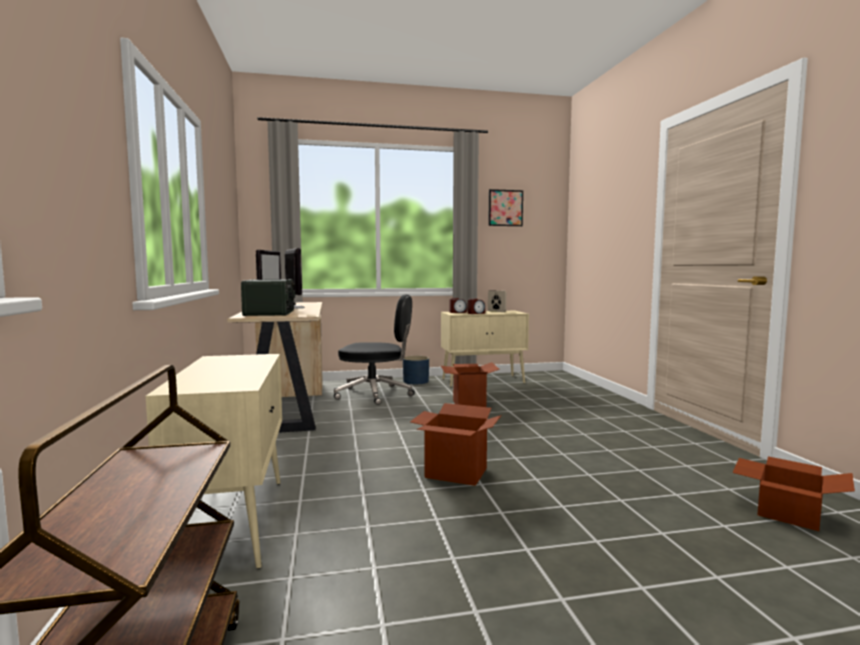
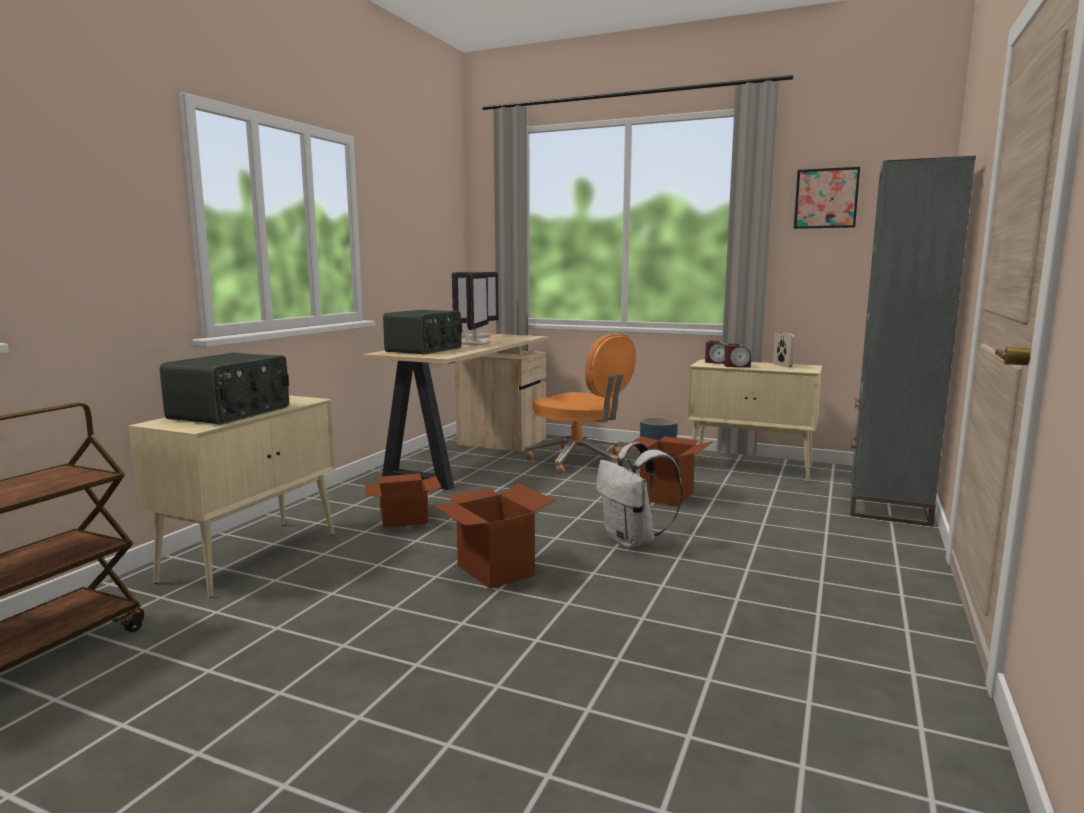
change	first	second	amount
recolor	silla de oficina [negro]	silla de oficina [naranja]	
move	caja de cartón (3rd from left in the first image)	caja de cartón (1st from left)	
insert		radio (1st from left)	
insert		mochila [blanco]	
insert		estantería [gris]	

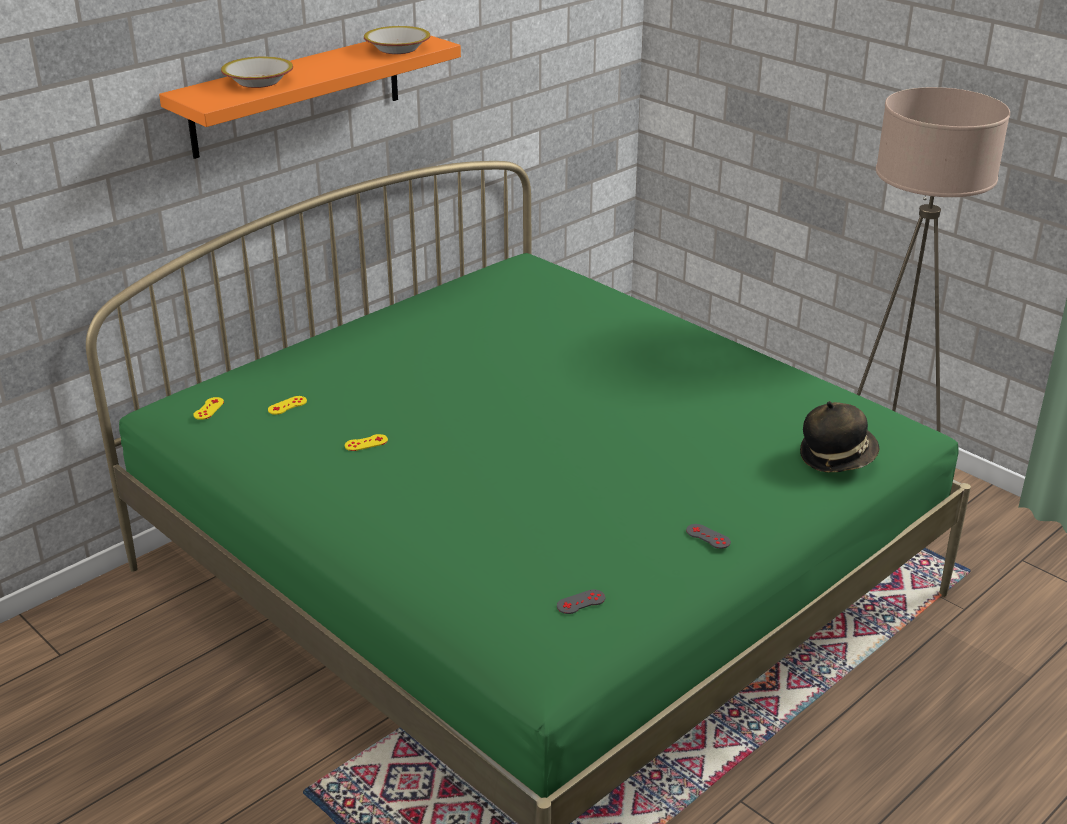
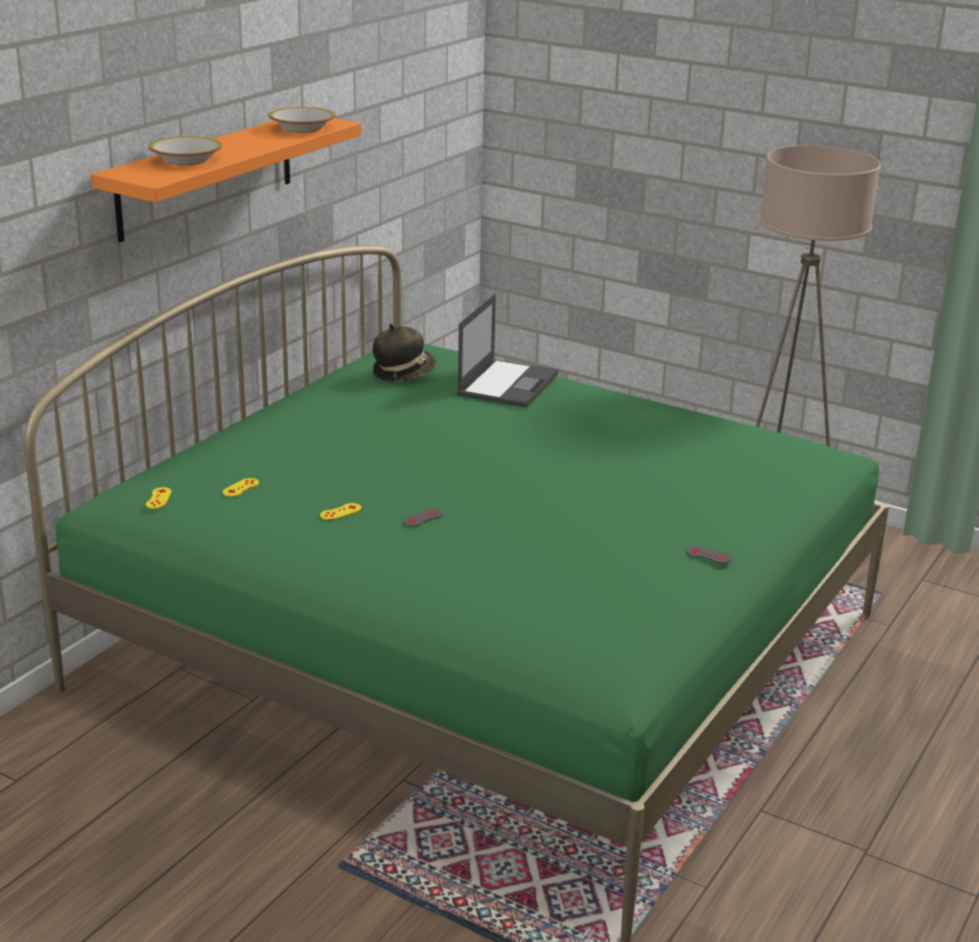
change	first	second	amount
move	mando de consola [gris] (1st from left)		
move	sombrero		
insert		portátil	

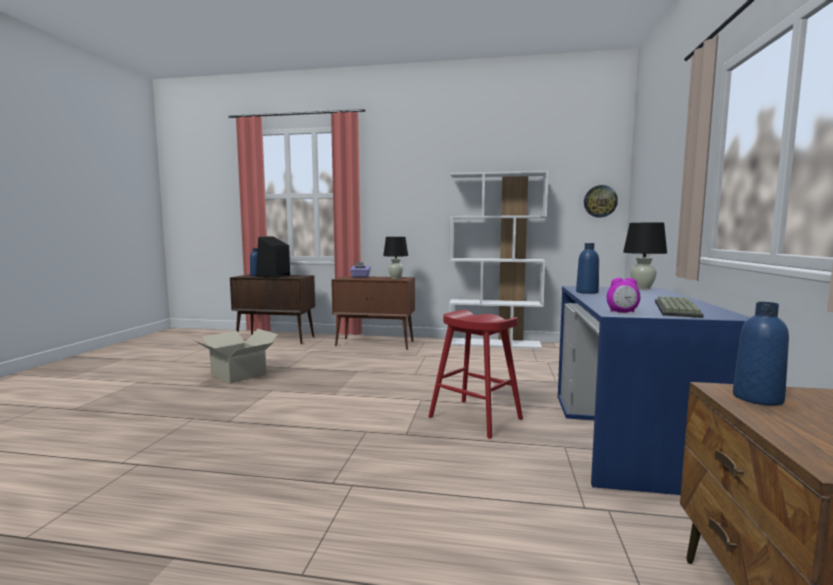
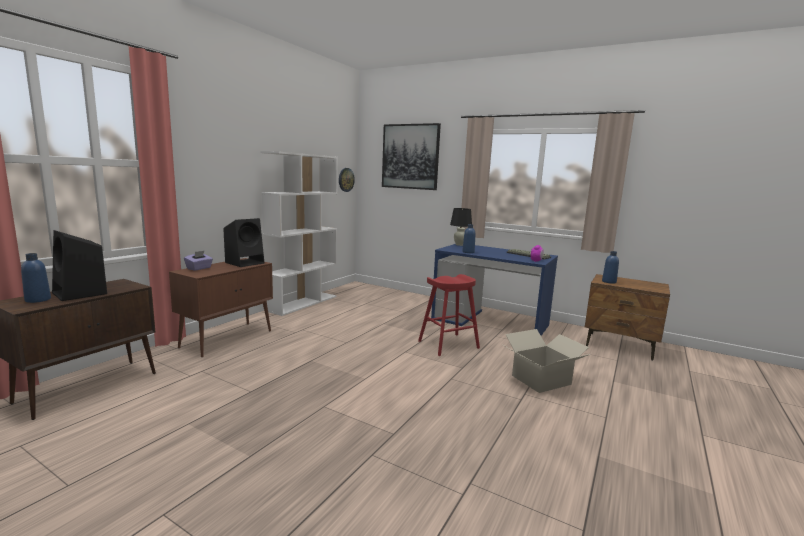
change	first	second	amount
move	caja de cartón		
replace	lámpara de mesa [negro] (1st from left)	altavoz [negro] (2nd from left)	
insert		cuadro	

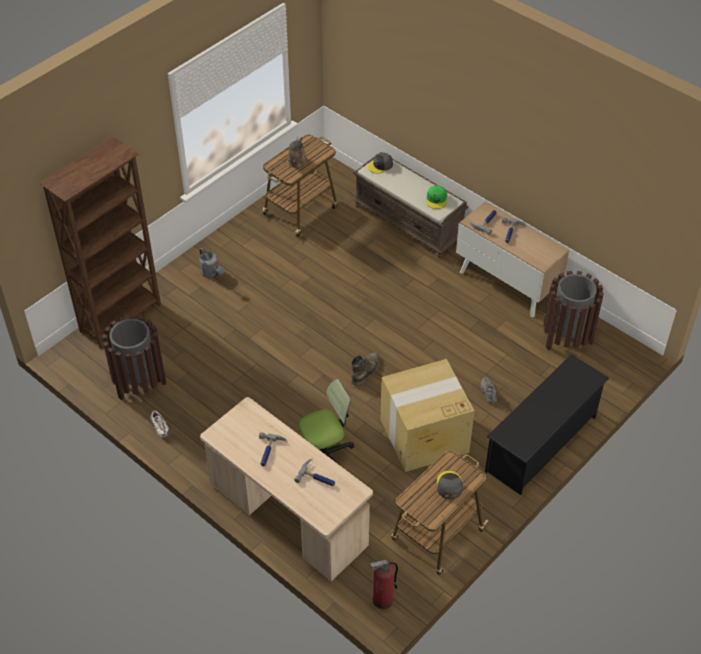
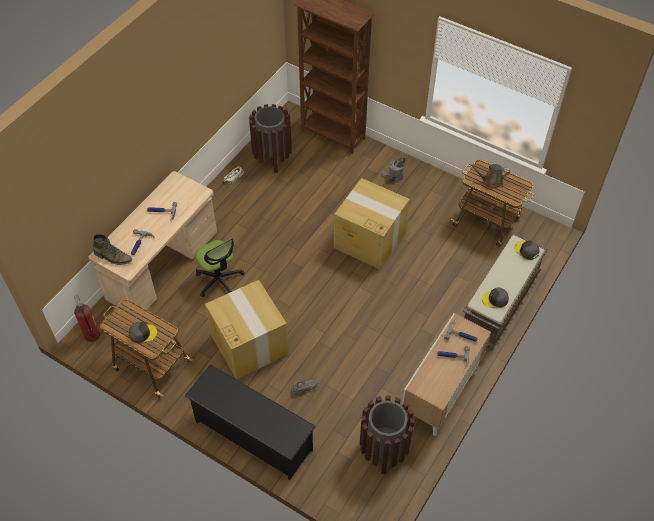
change	first	second	amount
move	bota [verde]		
recolor	gorra [verde]	gorra [gris] (2nd from left)	
insert		caja de cartón (2nd from left)	

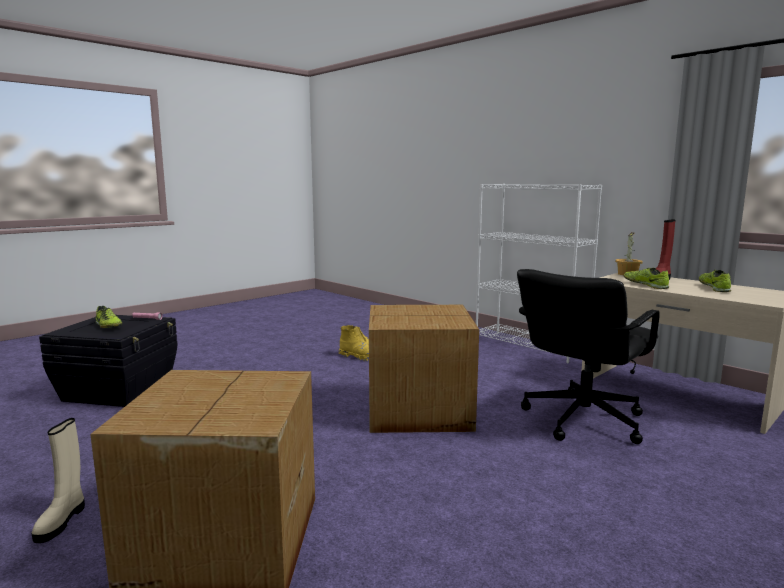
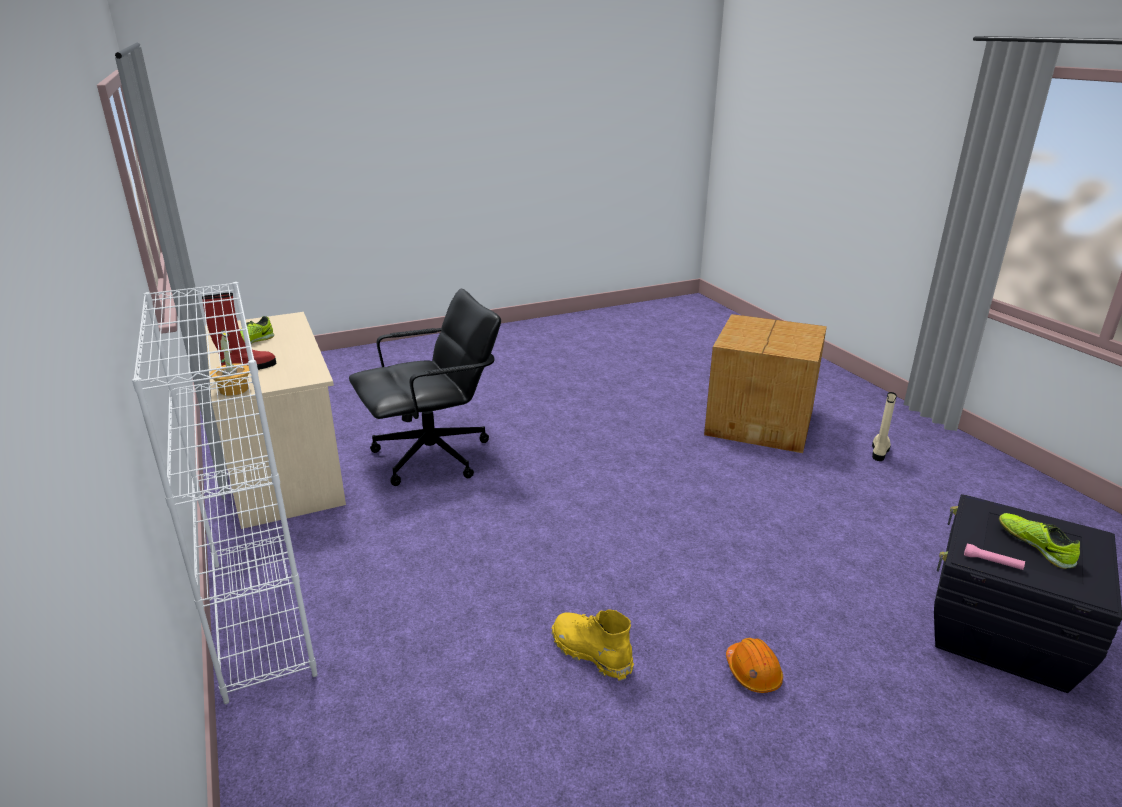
change	first	second	amount
delete	caja de cartón (2nd from left)		
delete	zapato (2nd from left)		
insert		casco [naranja]	

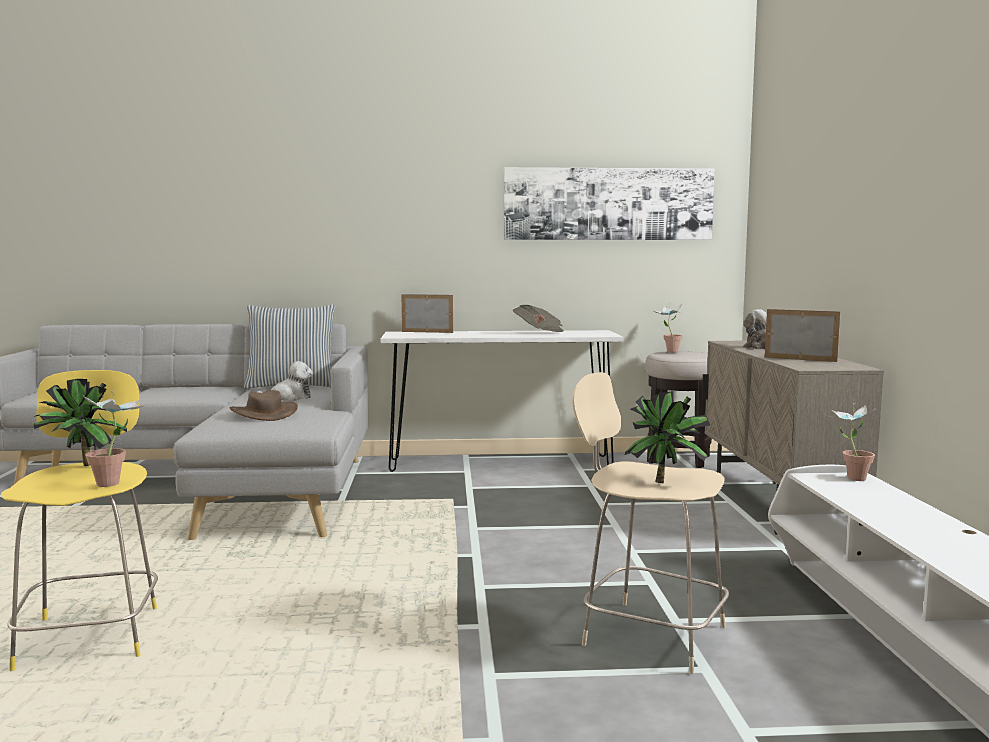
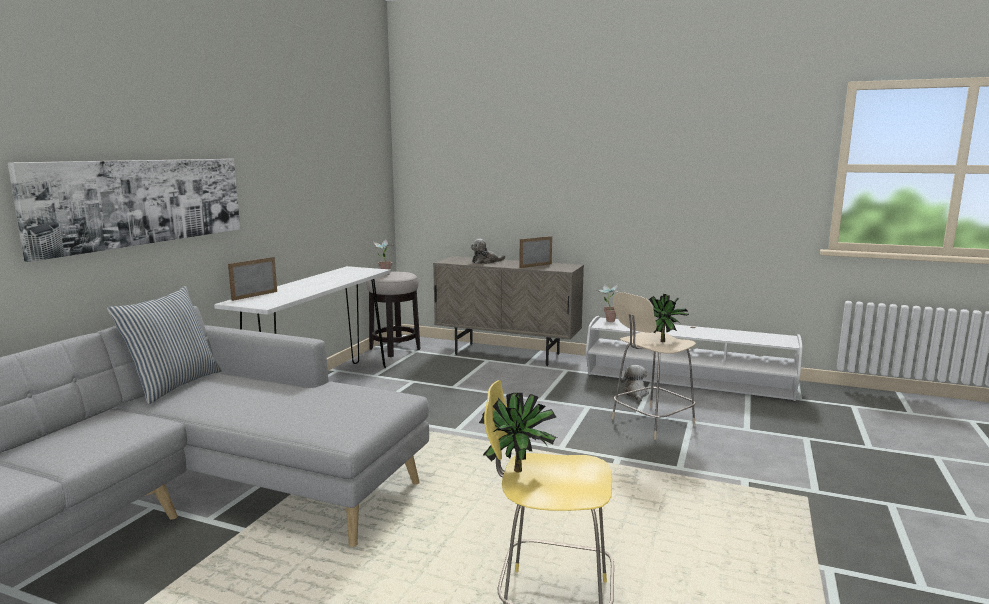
change	first	second	amount
delete	planta en maceta (2nd from left)		
delete	sombrero [marrón]		
move	peluche (1st from left in the first image)	peluche (2nd from left)	
move	cuadro		
delete	periódico		

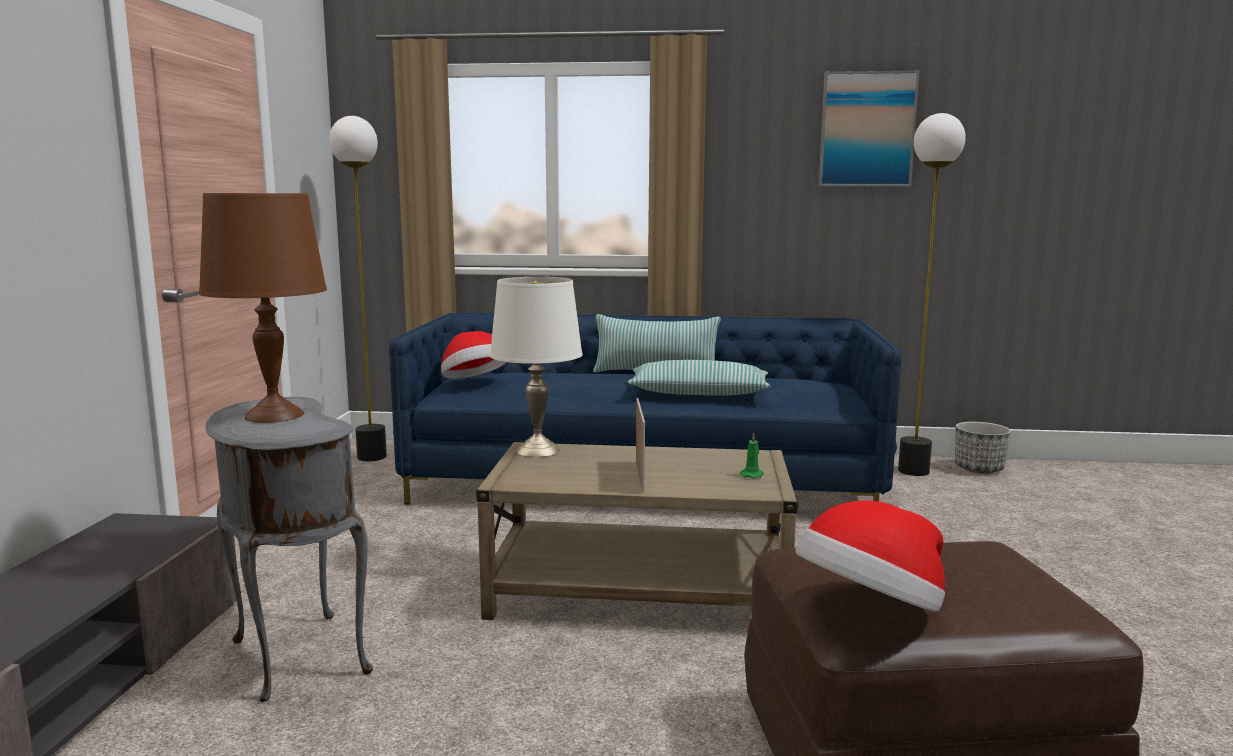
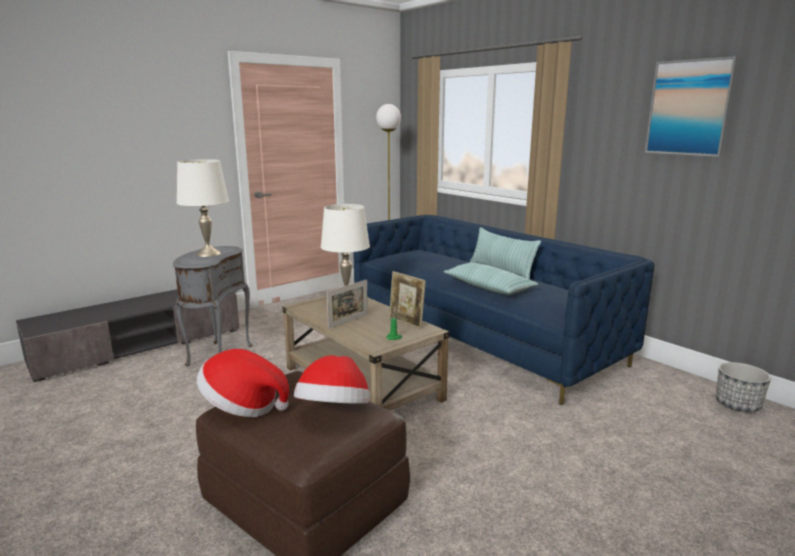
change	first	second	amount
recolor	lámpara de mesa [marrón]	lámpara de mesa [blanco] (1st from left)	
move	sombrero (1st from left in the first image)	sombrero (2nd from left)	
delete	lámpara de pie (2nd from left)		
insert		portarretratos (2nd from left)	

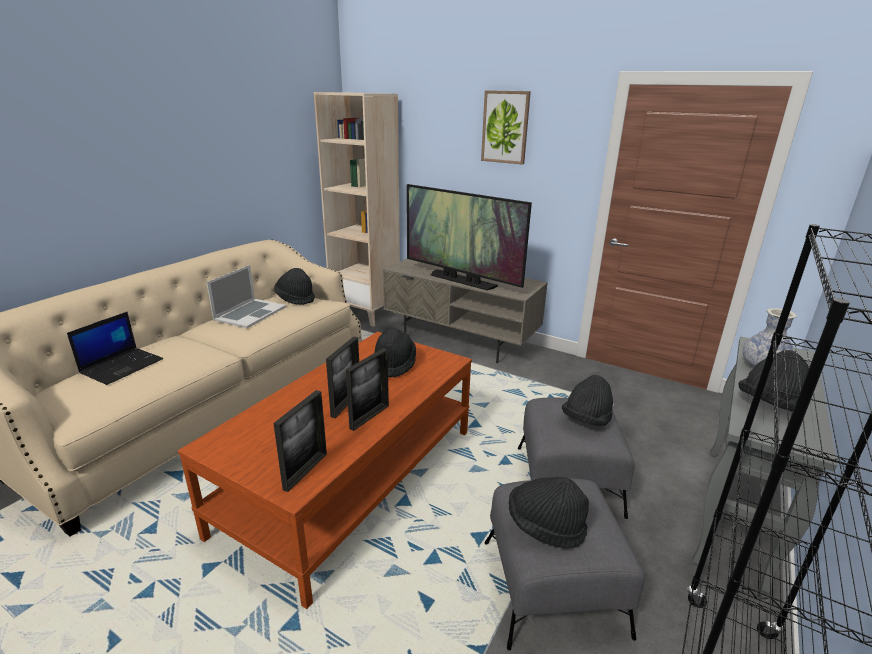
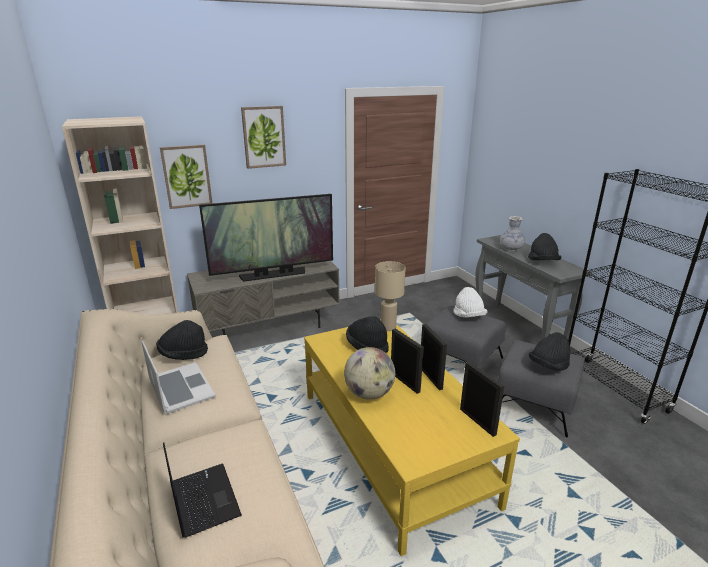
change	first	second	amount
recolor	mesa de centro [marrón]	mesa de centro [amarillo]	
recolor	sombrero [negro] (4th from left)	sombrero [blanco]	
insert		cuadro (1st from left)	
insert		globo terráqueo	
insert		lámpara de mesa [beis]	

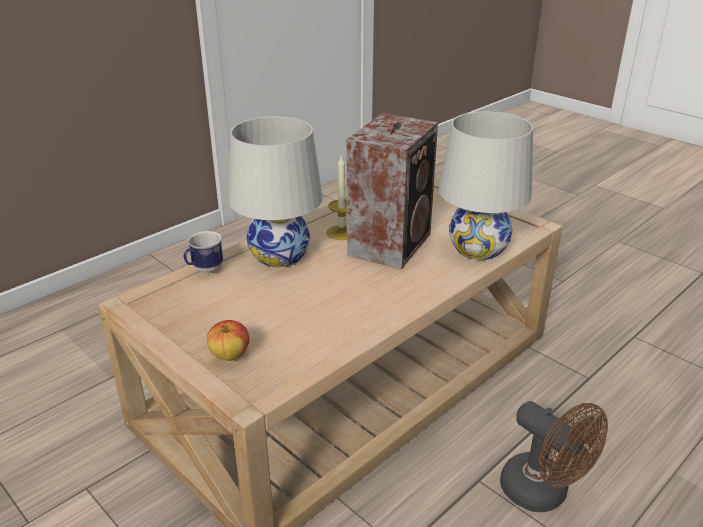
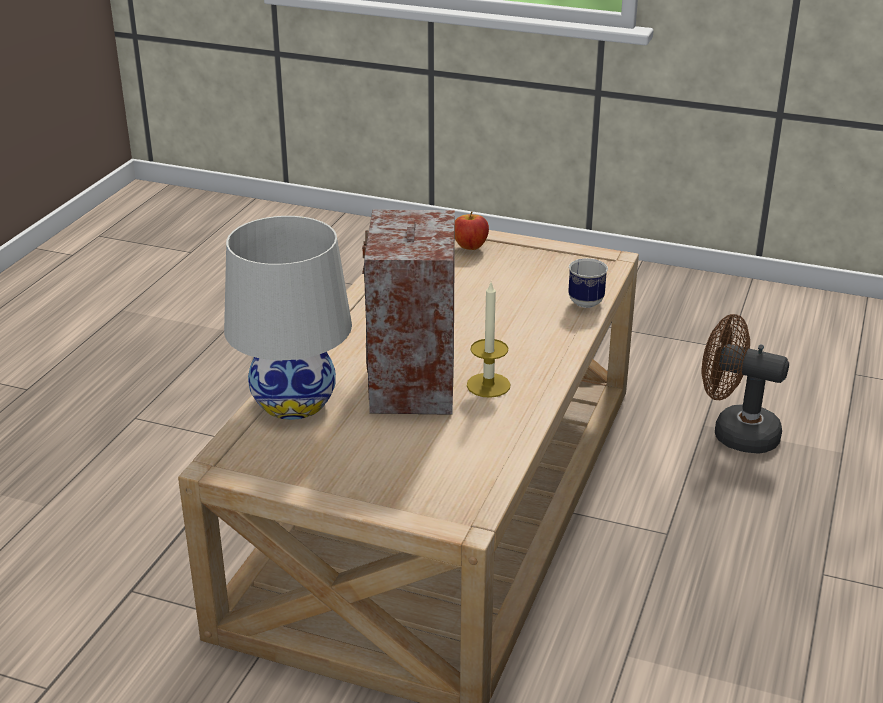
change	first	second	amount
delete	lámpara de mesa [blanco] (1st from left)		
move	ventilador [marrón]		

